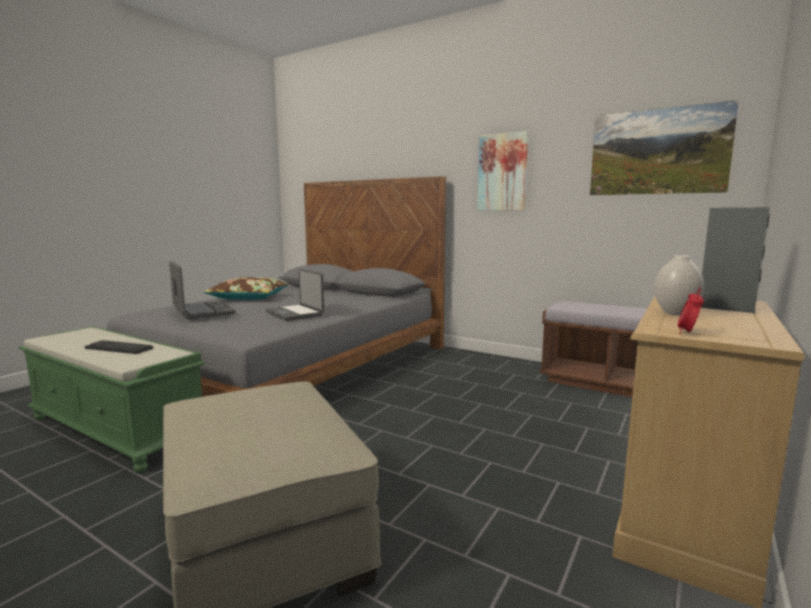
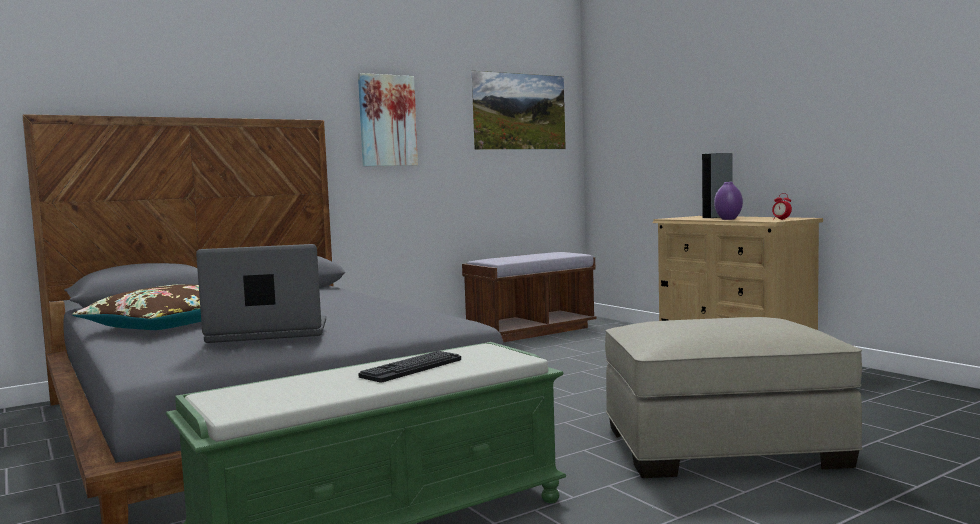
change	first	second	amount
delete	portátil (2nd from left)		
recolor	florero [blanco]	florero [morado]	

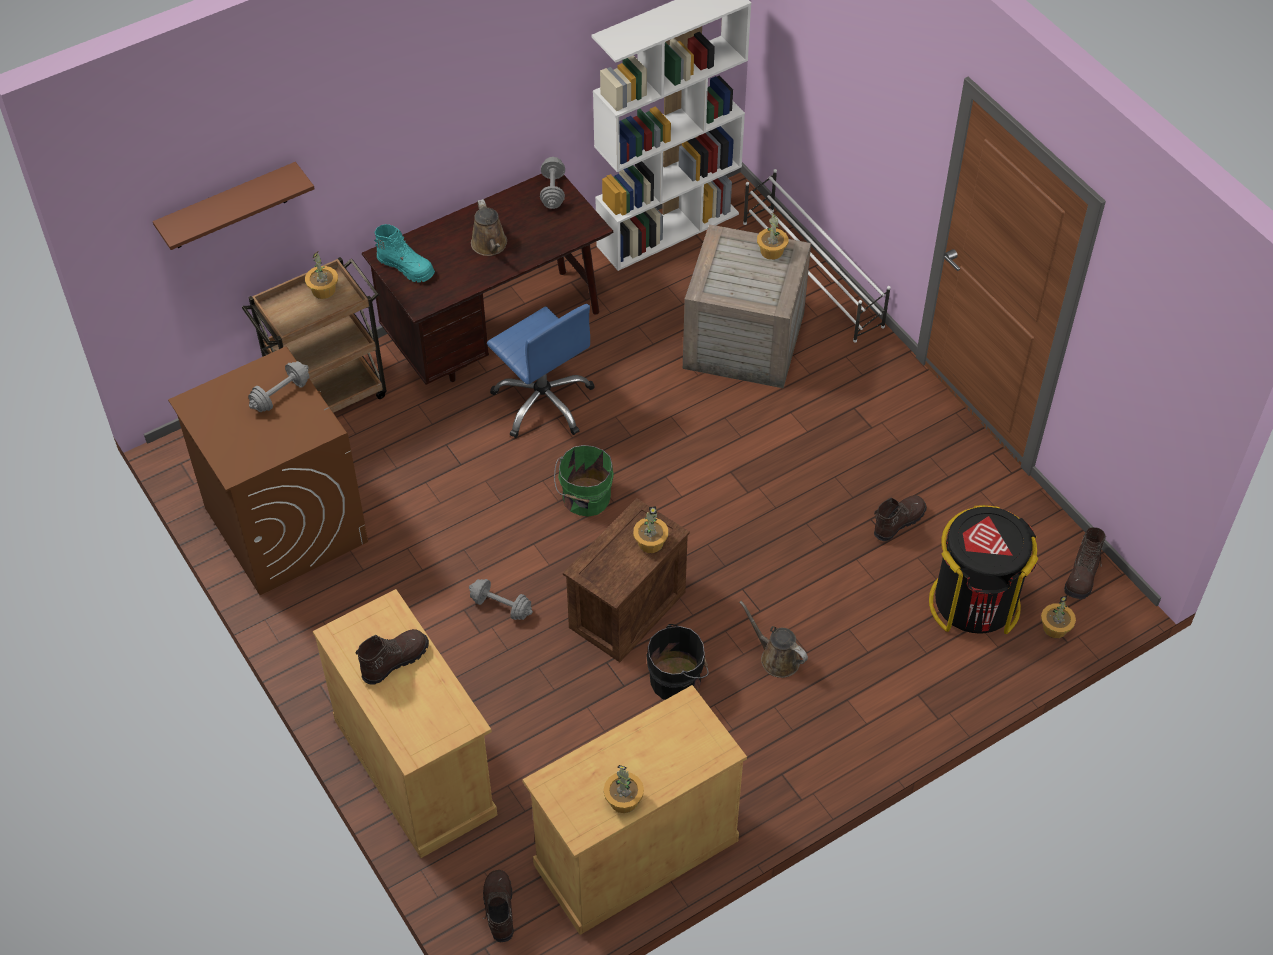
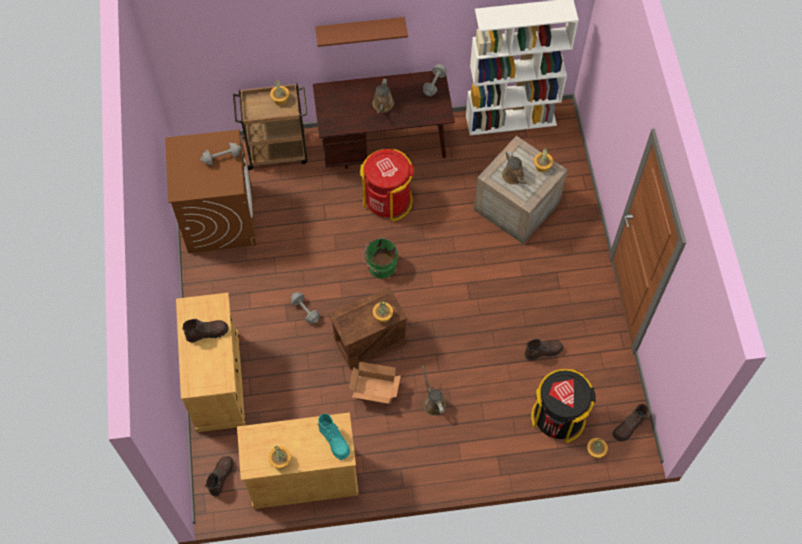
change	first	second	amount
move	estante [marrón]		
move	bota [turquesa]		
replace	silla de oficina [azul]	papelera [rojo]	
replace	cubo [negro]	caja de cartón	
delete	zapatero [blanco]		
insert		regadera [marrón] (3rd from left)	

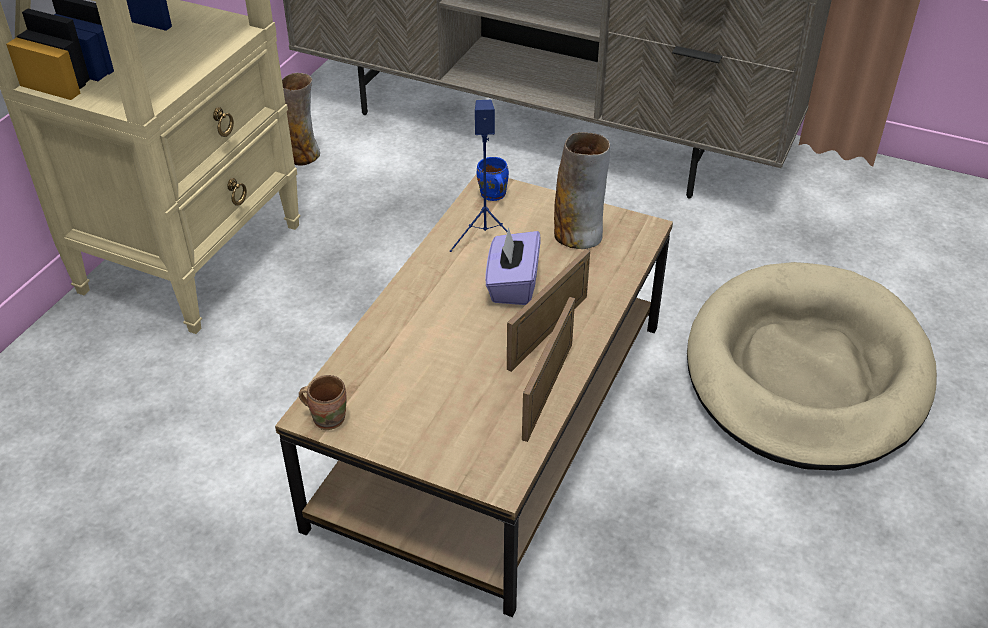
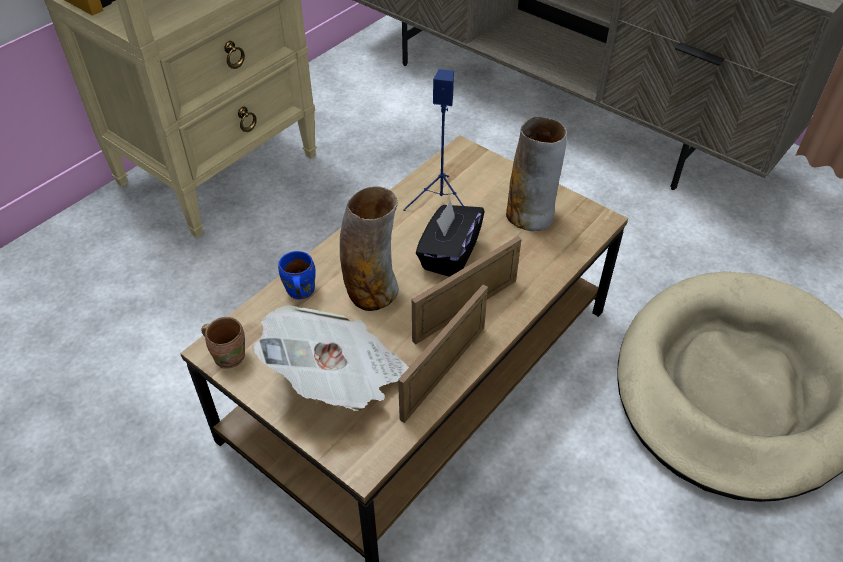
change	first	second	amount
move	florero (1st from left)		
move	taza grande [azul]		
recolor	caja de pañuelos [morado]	caja de pañuelos [negro]	
insert		periódico	

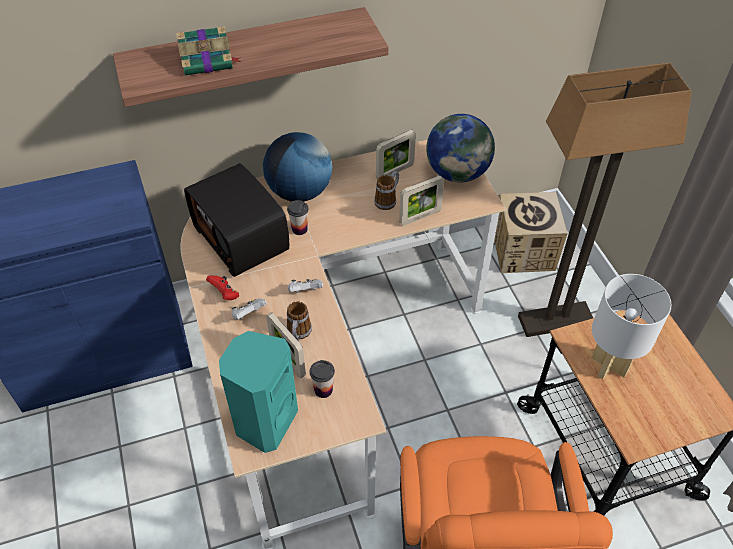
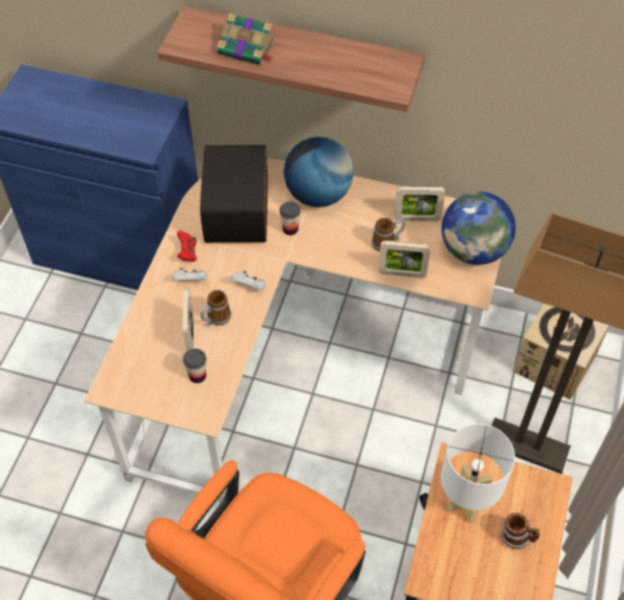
change	first	second	amount
delete	altavoz [turquesa]		
insert		taza grande (3rd from left)	

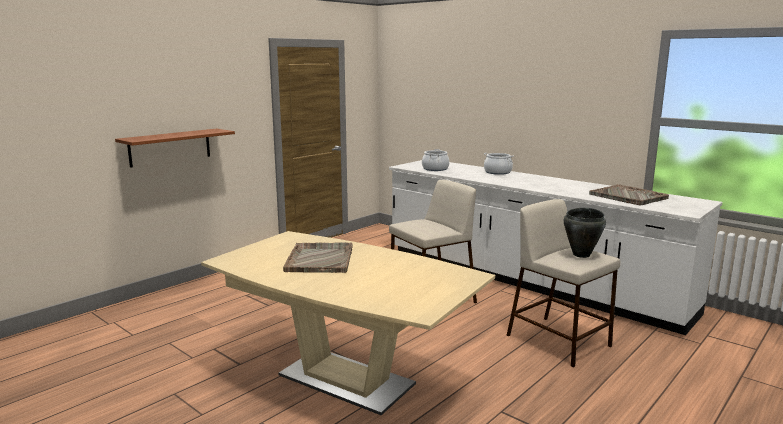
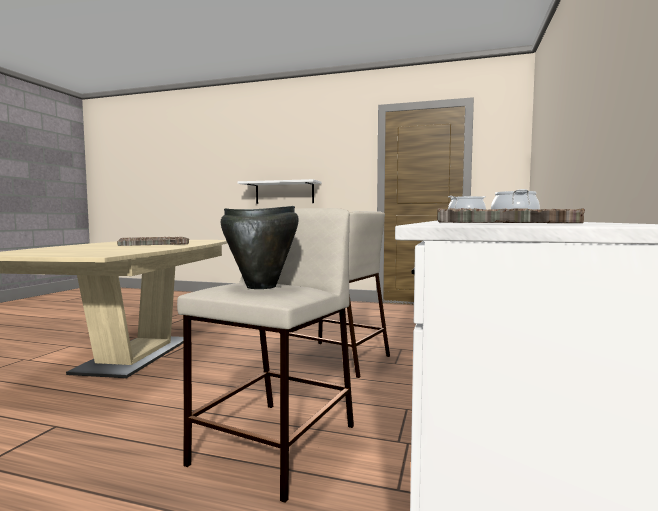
change	first	second	amount
recolor	estante [marrón]	estante [blanco]	

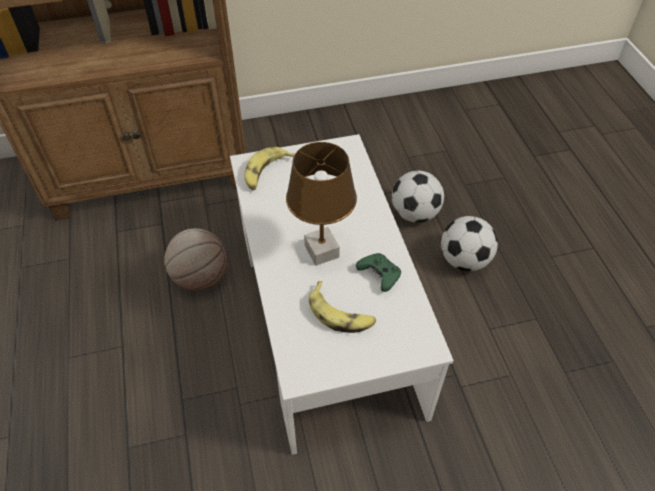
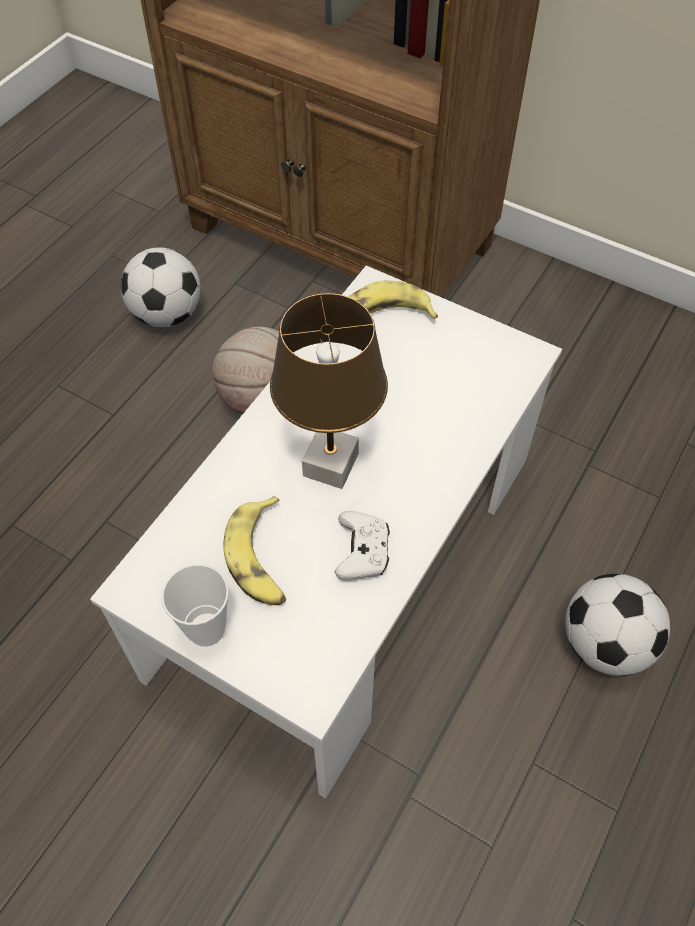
change	first	second	amount
recolor	mando de consola [verde]	mando de consola [blanco]	
move	balón de fútbol (1st from left)		
insert		taza	

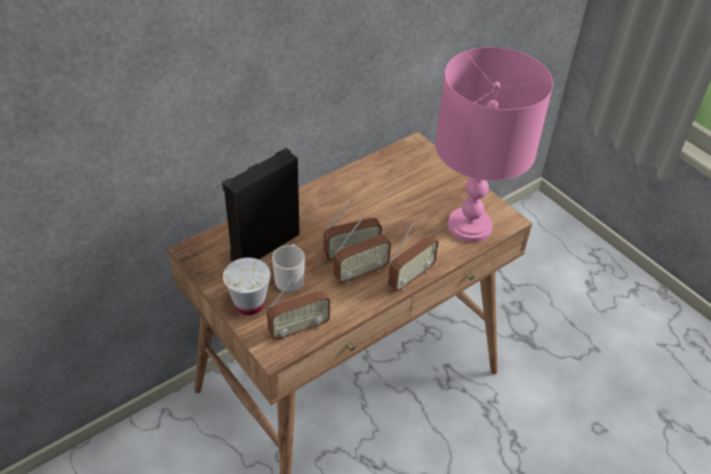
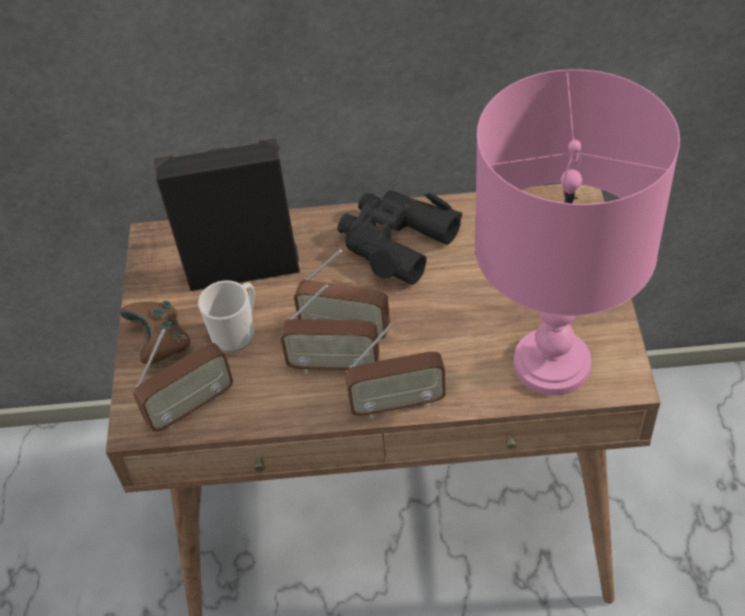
change	first	second	amount
replace	taza [blanco]	mando de consola [marrón]	
rotate	radio (1st from left)		45 degrees counterclockwise
insert		prismáticos [negro]	

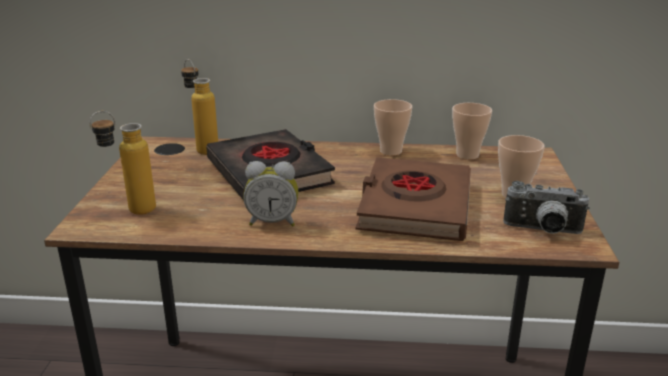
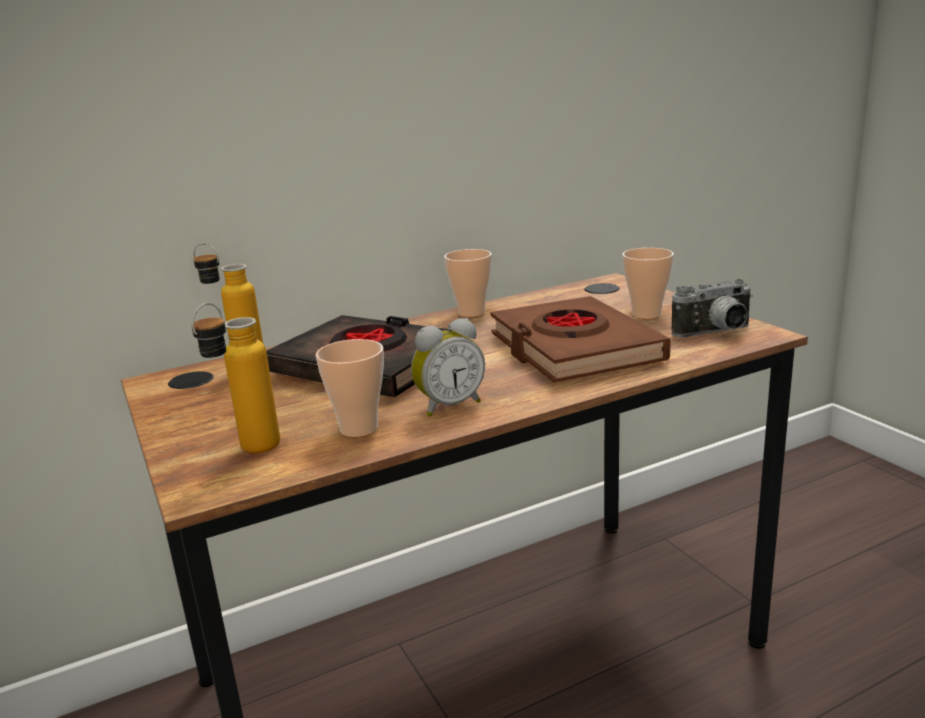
change	first	second	amount
move	taza (2nd from left in the first image)	taza (1st from left)	

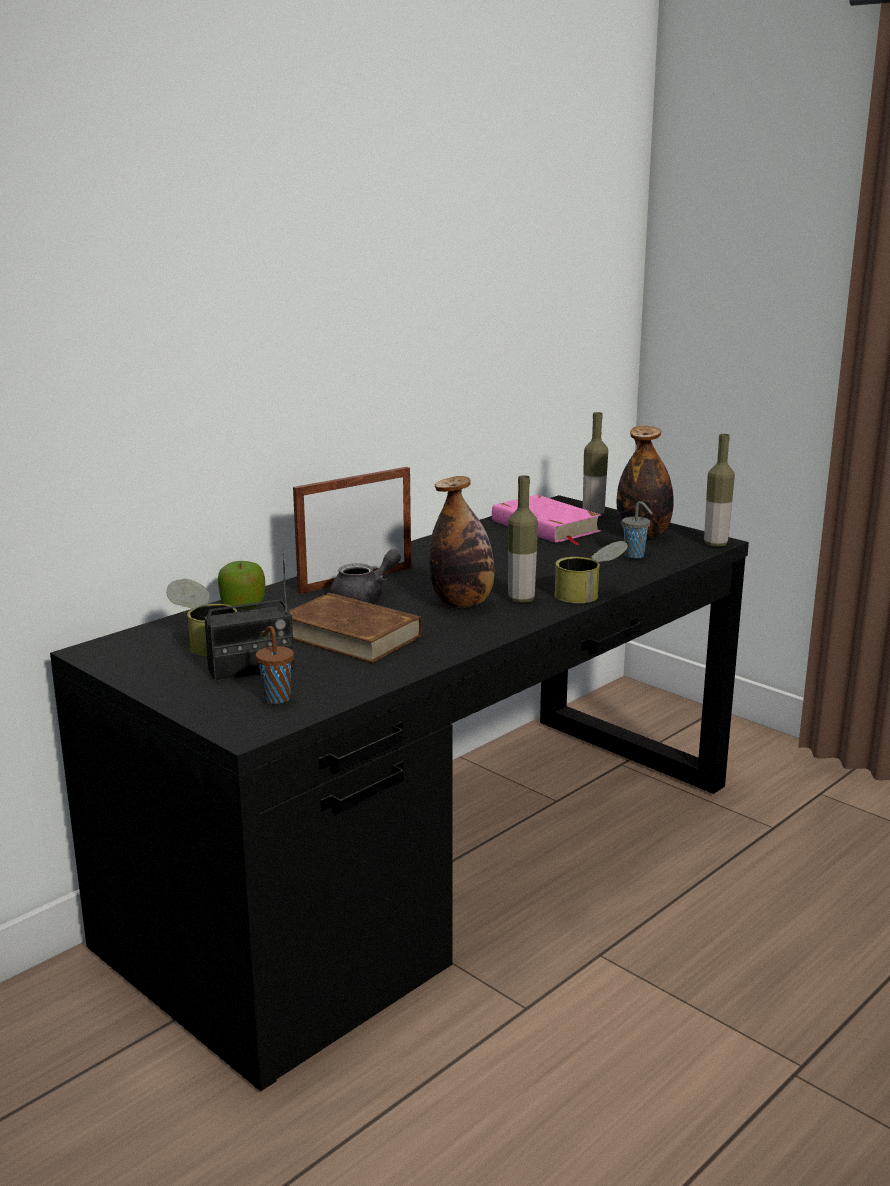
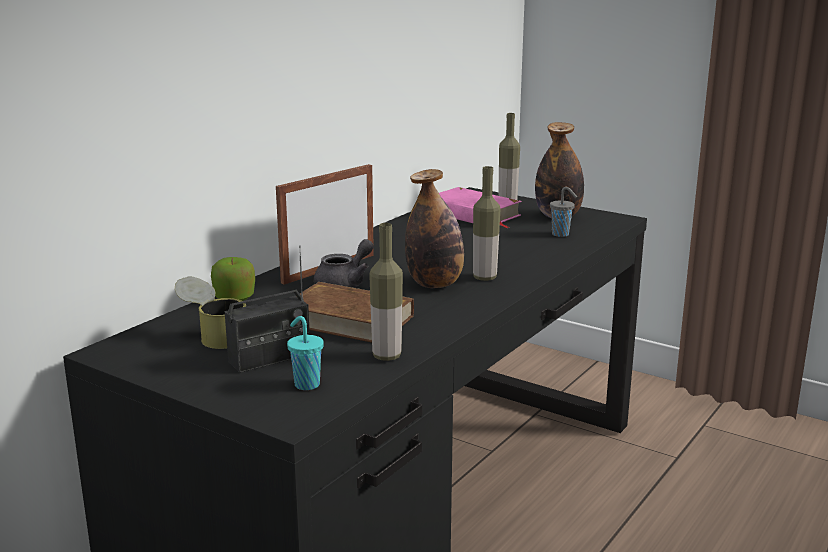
change	first	second	amount
recolor	taza [marrón]	taza [turquesa]	
delete	lata (2nd from left)		
move	botella (5th from left in the first image)	botella (1st from left)	

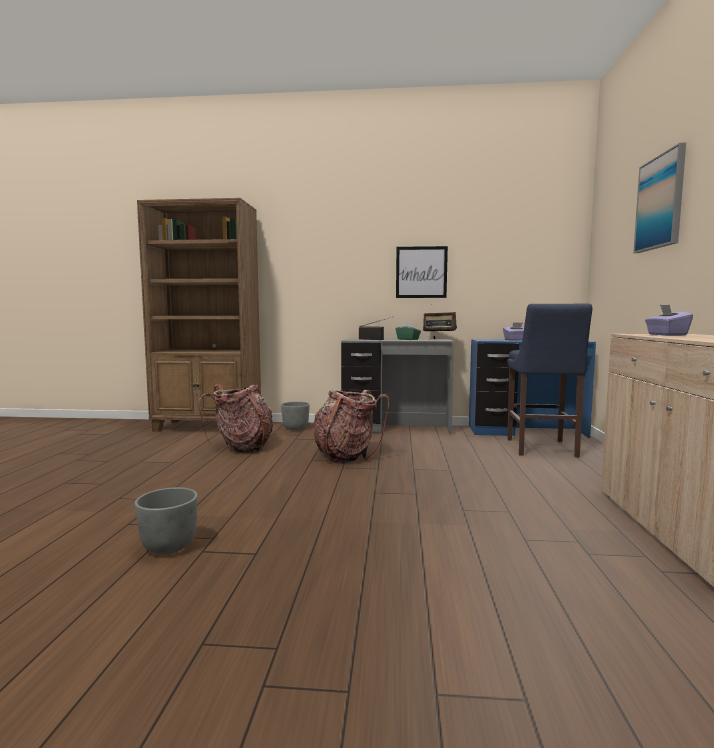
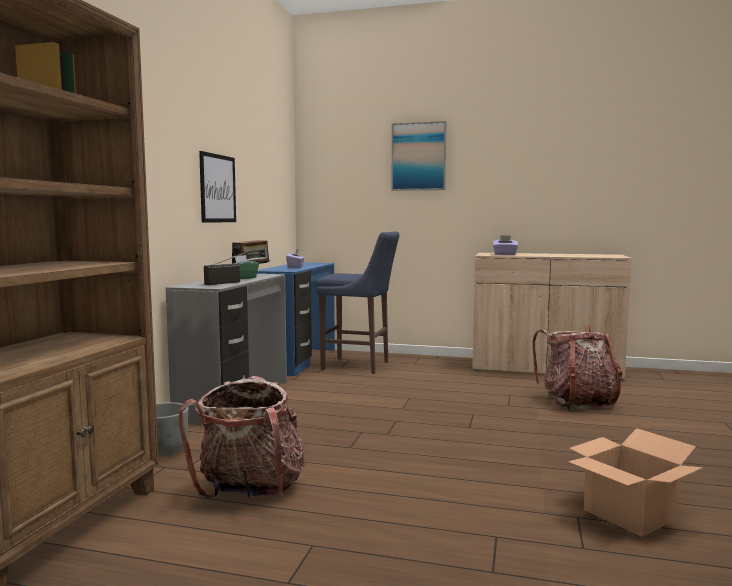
change	first	second	amount
replace	maceta [gris] (1st from left)	caja de cartón	
move	mochila (2nd from left)		

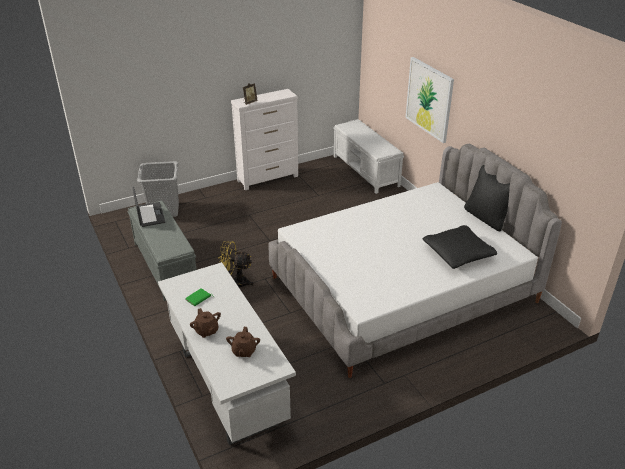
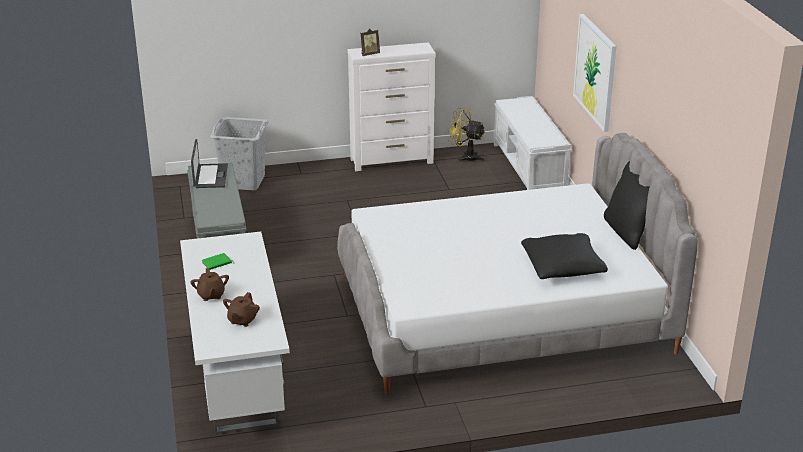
change	first	second	amount
move	ventilador [amarillo]		

